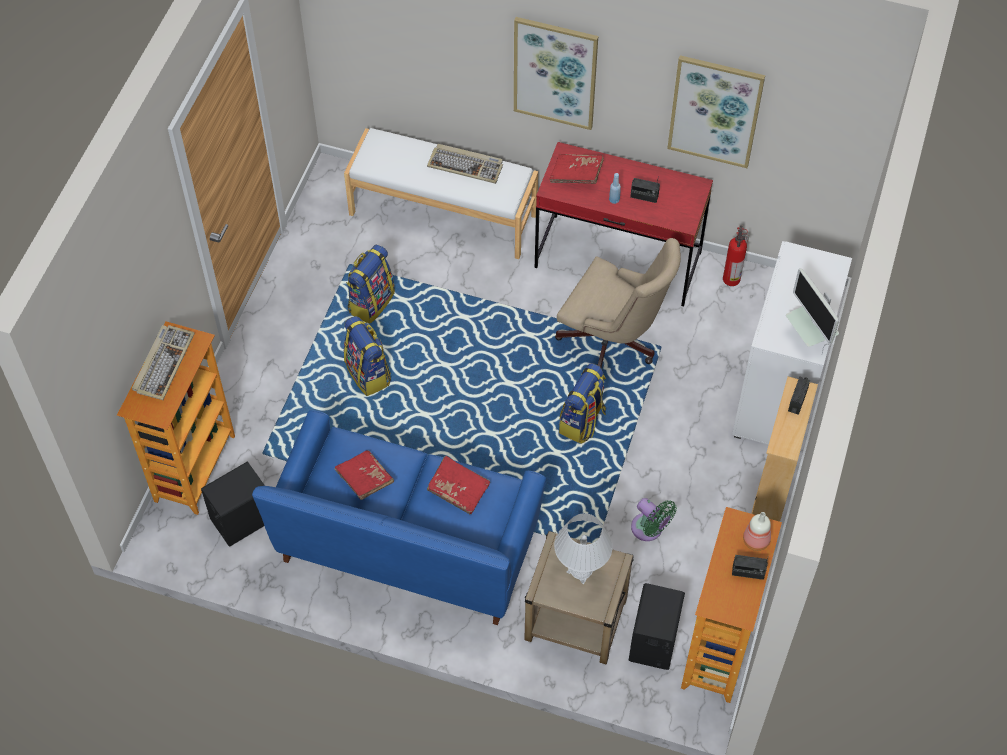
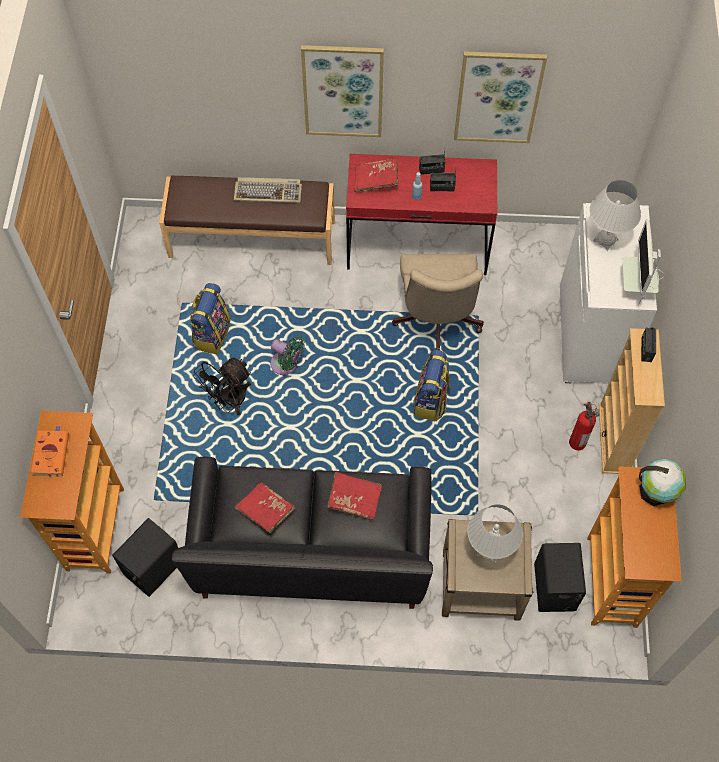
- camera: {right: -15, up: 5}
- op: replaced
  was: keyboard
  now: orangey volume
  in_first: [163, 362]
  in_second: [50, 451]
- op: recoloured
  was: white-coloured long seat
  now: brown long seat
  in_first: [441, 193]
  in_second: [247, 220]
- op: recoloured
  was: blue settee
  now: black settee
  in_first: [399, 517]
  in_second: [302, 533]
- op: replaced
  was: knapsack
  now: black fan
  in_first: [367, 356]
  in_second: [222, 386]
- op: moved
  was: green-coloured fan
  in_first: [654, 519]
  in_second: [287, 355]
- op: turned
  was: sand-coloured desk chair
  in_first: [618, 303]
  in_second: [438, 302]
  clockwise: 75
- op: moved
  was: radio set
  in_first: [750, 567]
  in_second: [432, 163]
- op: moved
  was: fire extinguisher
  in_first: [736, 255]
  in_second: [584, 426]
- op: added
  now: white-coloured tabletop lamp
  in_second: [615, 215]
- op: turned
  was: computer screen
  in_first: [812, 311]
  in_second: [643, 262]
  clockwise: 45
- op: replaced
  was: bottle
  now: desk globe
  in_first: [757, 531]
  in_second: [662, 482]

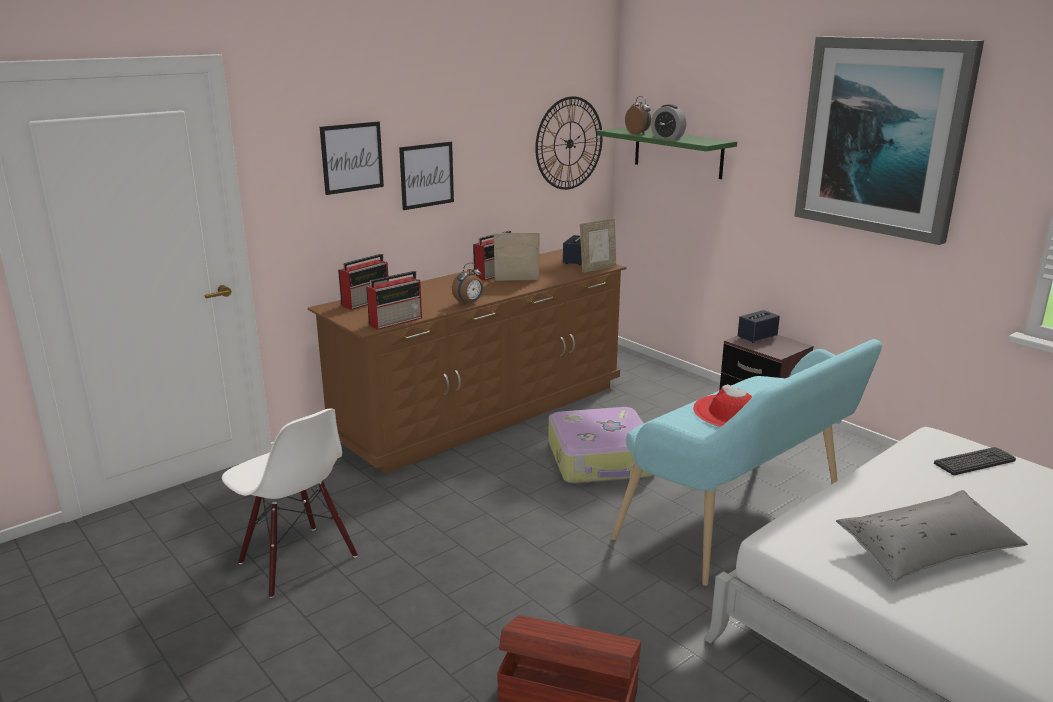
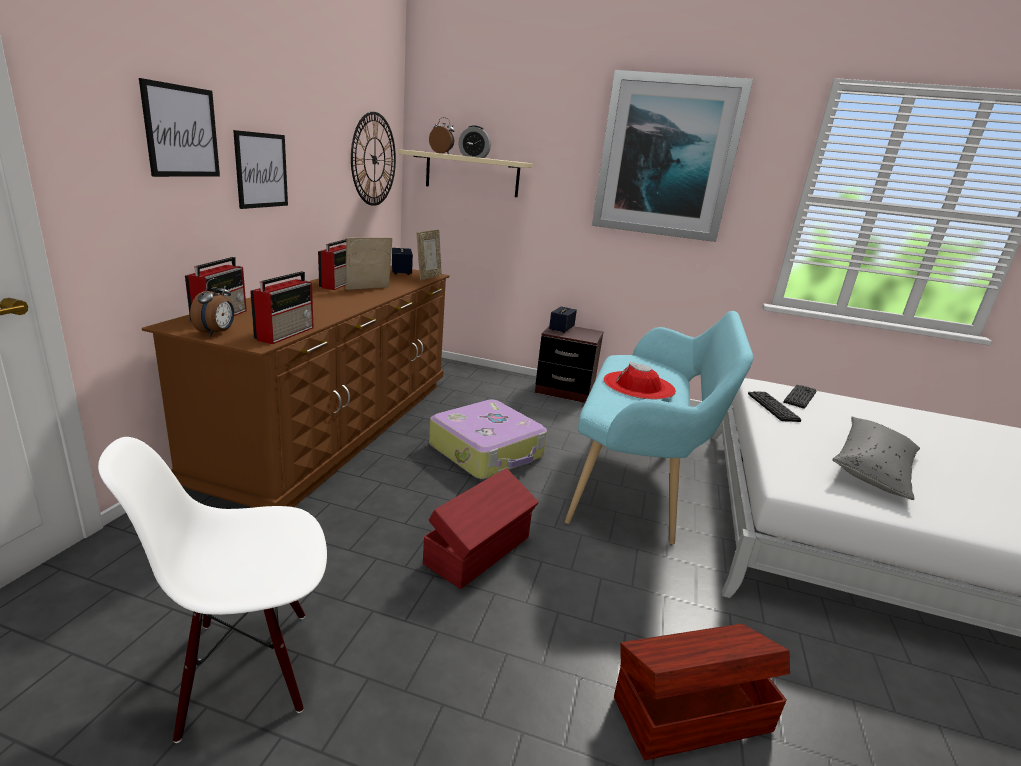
- camera: {right: -35, up: 0}
- op: turned
  was: white-coloured upright chair
  in_first: [290, 503]
  in_second: [212, 590]
  clockwise: 150
- op: moved
  was: alarm clock
  in_first: [467, 283]
  in_second: [212, 307]
- op: recoloured
  was: green-coloured shelf
  now: sand-coloured shelf
  in_first: [667, 153]
  in_second: [465, 173]
- op: added
  now: reddish storage container
  in_second: [481, 528]
- op: added
  now: keyboard
  in_second: [775, 406]

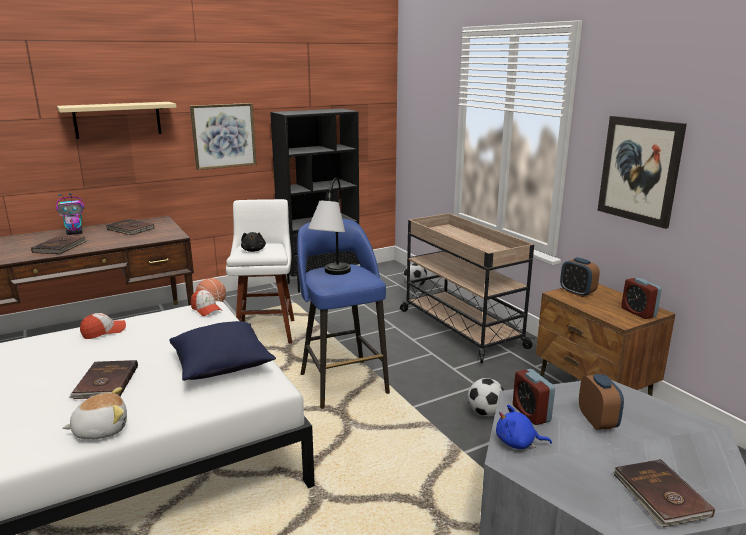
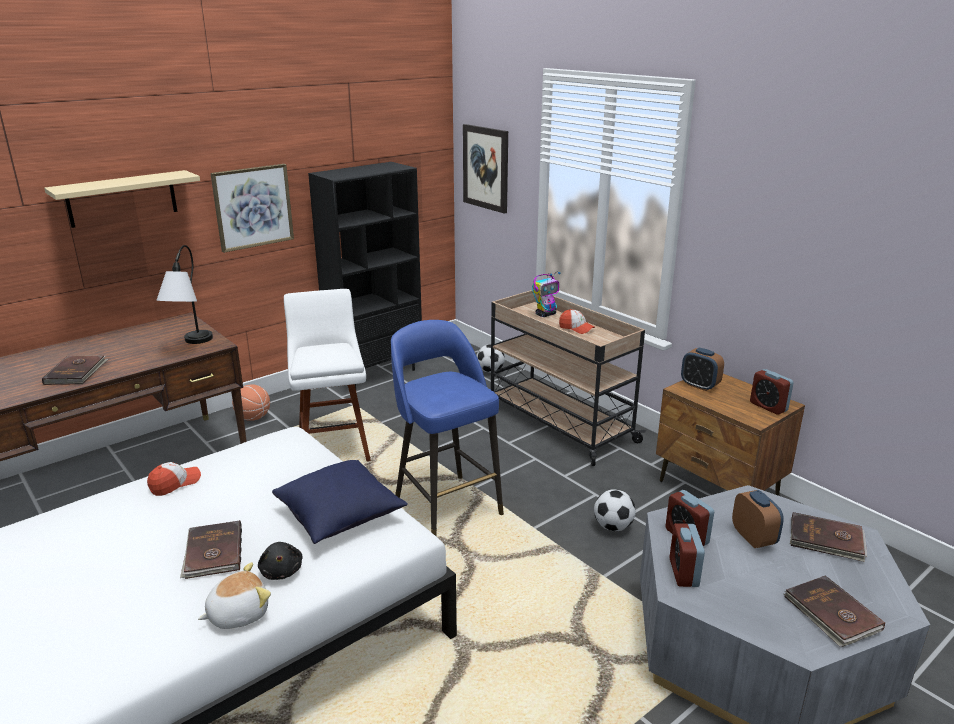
- camera: {right: -10, up: 5}
- op: moved
  was: tabletop lamp
  in_first: [329, 226]
  in_second: [184, 294]
- op: moved
  was: black cuddly toy
  in_first: [253, 242]
  in_second: [280, 561]
- op: moved
  was: picture
  in_first: [642, 172]
  in_second: [485, 169]
- op: moved
  was: toy robot
  in_first: [70, 214]
  in_second: [546, 294]
- op: moved
  was: baseball cap
  in_first: [206, 302]
  in_second: [577, 321]
- op: replaced
  was: blue cuddly toy
  now: alarm clock
  in_first: [524, 427]
  in_second: [687, 555]
- op: moved
  was: brown volume
  in_first: [130, 227]
  in_second: [828, 537]

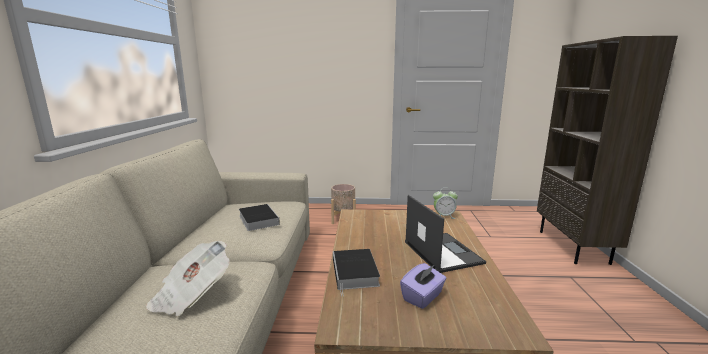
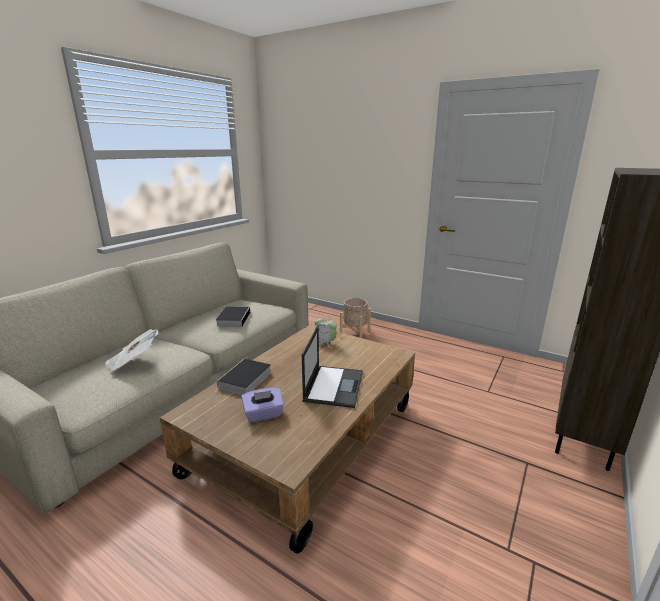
- camera: {right: 30, up: 5}
- op: moved
  was: alarm clock
  in_first: [445, 205]
  in_second: [325, 331]

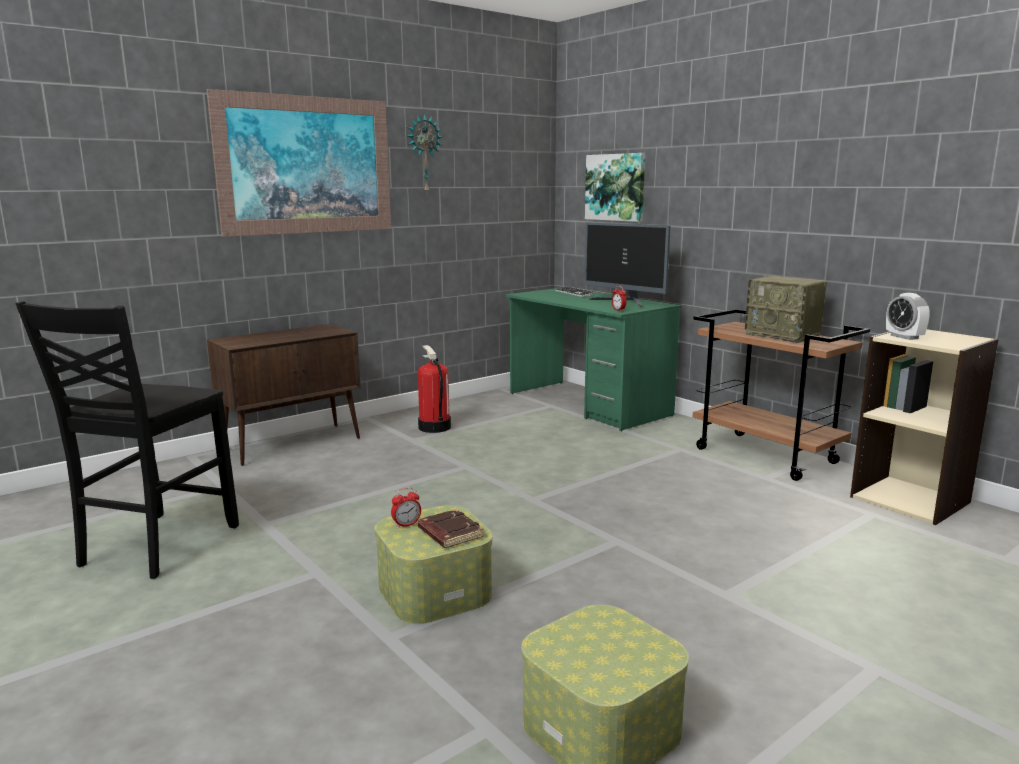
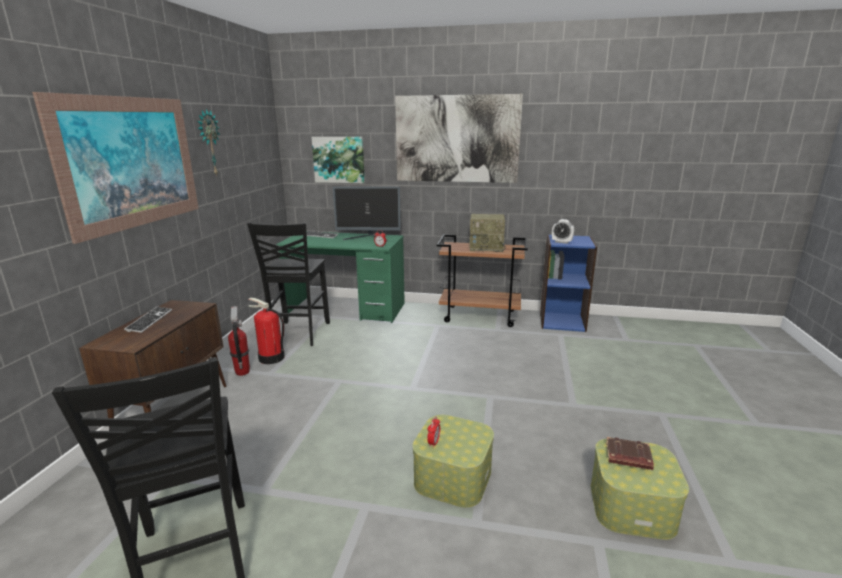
- camera: {right: -40, up: 5}
- op: added
  now: keyboard
  in_second: [148, 320]
- op: added
  now: fire extinguisher
  in_second: [239, 341]
- op: added
  now: black upright chair
  in_second: [288, 284]
- op: added
  now: picture
  in_second: [459, 138]
- op: recoloured
  was: sand-coloured bookshelf
  now: blue bookshelf
  in_first: [924, 427]
  in_second: [568, 283]
- op: moved
  was: brown volume
  in_first: [451, 528]
  in_second: [630, 453]

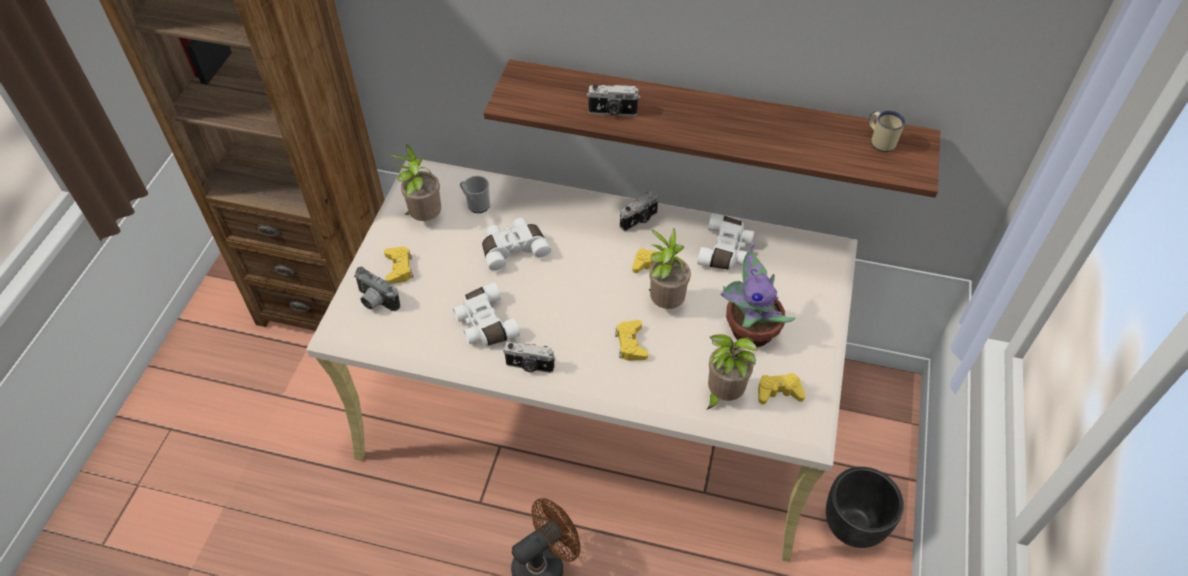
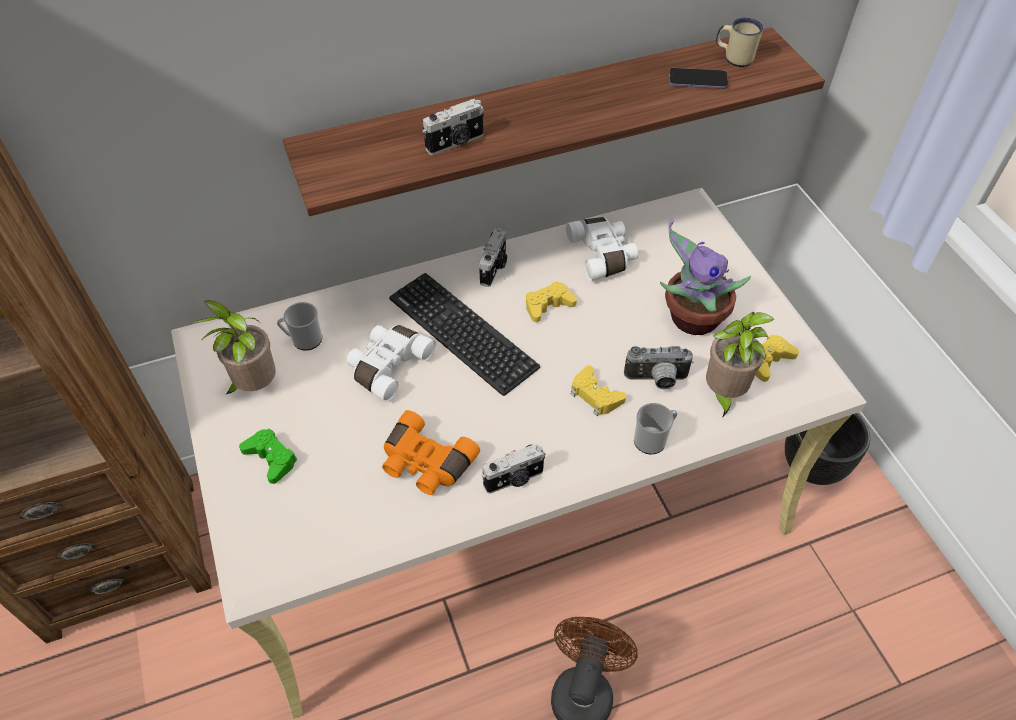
- camera: {right: -35, up: 0}
- op: recoloured
  was: yellowish game controller
  now: green-coloured game controller
  in_first: [398, 265]
  in_second: [268, 456]
- op: recoloured
  was: white-coloured binoculars
  now: orangey binoculars
  in_first: [486, 314]
  in_second: [431, 452]
- op: added
  now: keyboard
  in_second: [464, 334]
- op: moved
  was: photo camera
  in_first: [377, 289]
  in_second: [658, 367]
- op: added
  now: tea mug
  in_second: [656, 428]
- op: added
  now: handset
  in_second: [698, 78]
- op: removed
  was: plant in a pot
  in_first: [670, 269]

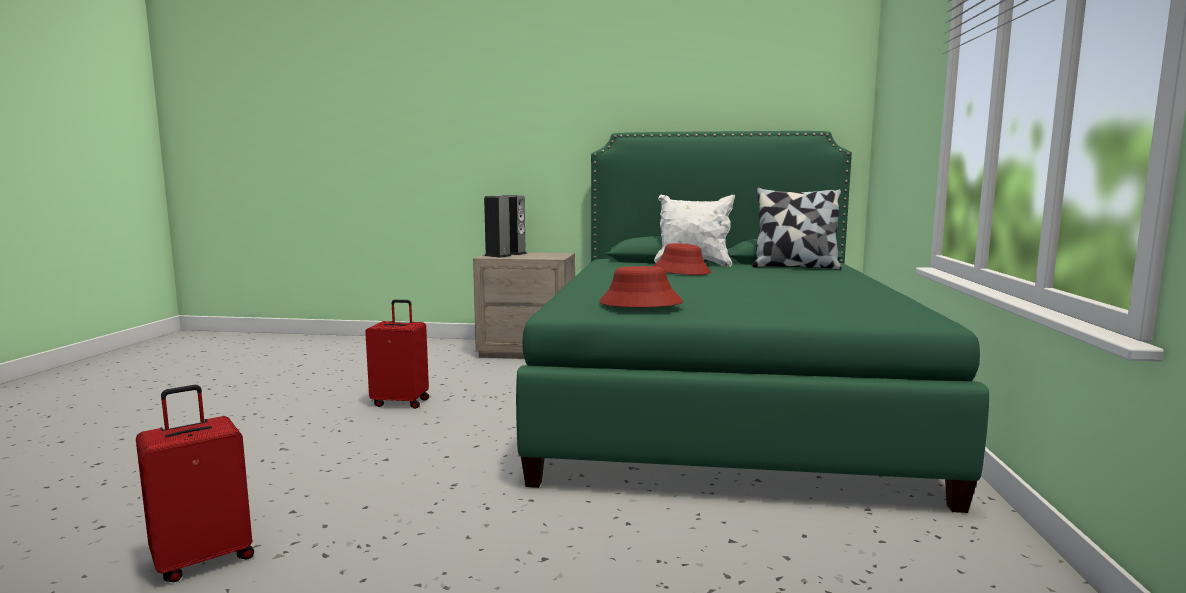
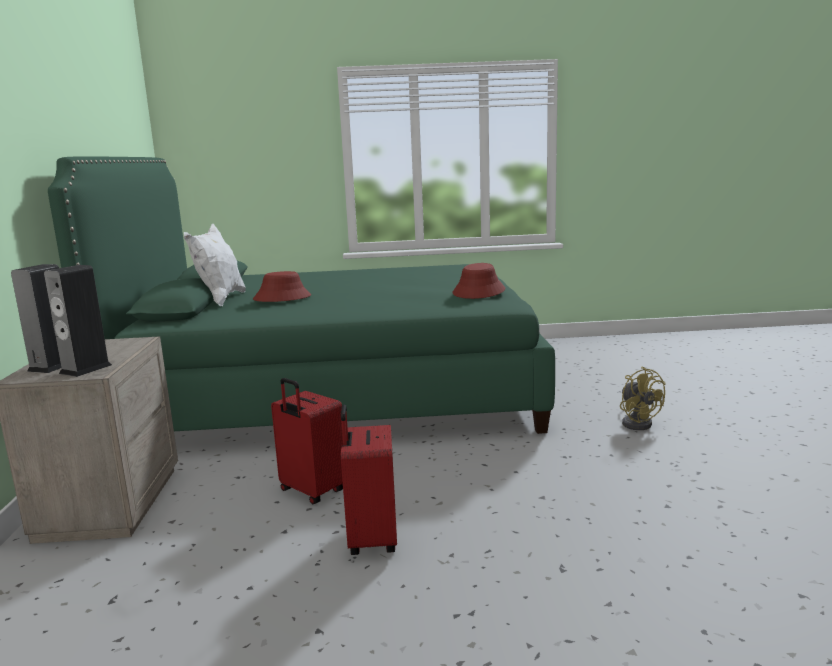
- camera: {right: -100, up: 5}
- op: moved
  was: reddish travel case
  in_first: [195, 483]
  in_second: [307, 441]
- op: added
  now: yellowish fan
  in_second: [643, 398]
- op: removed
  was: pillow
  in_first: [797, 229]

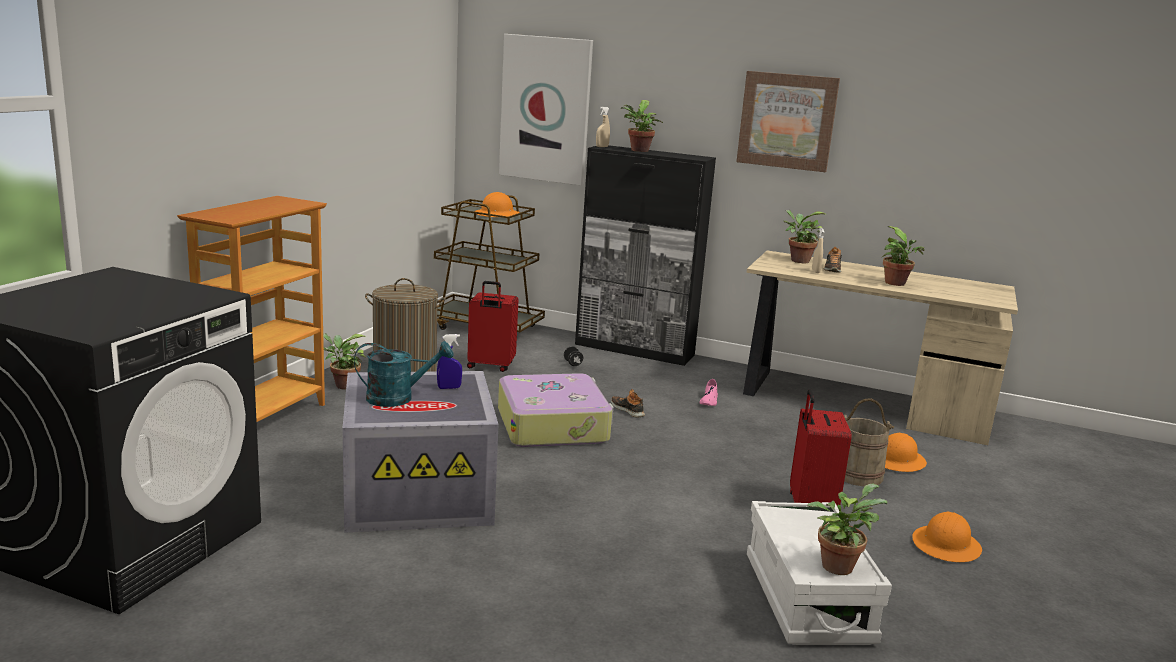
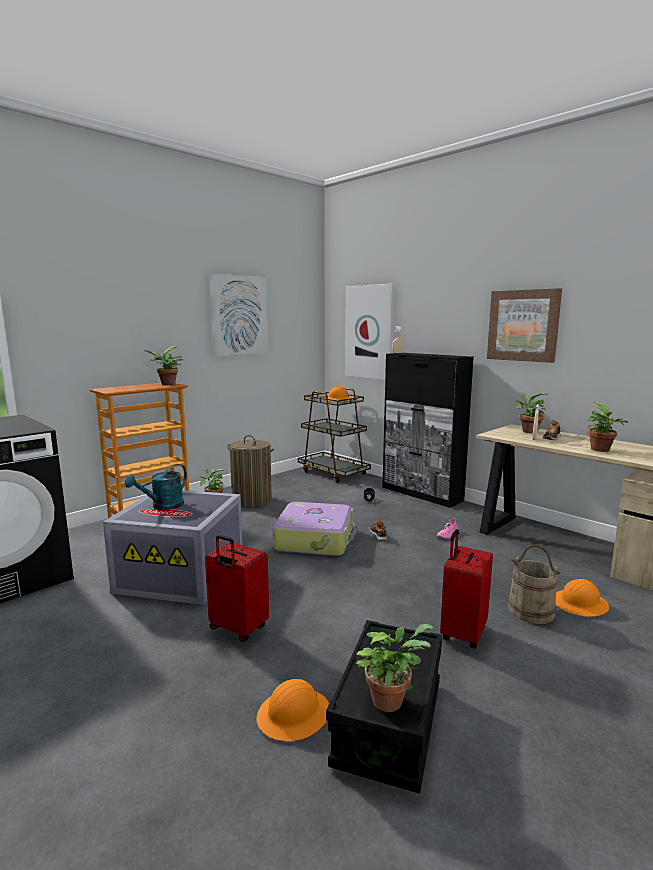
- camera: {right: 25, up: -5}
- op: turned
  was: turquoise watering can
  in_first: [404, 374]
  in_second: [156, 487]
  clockwise: 120
- op: moved
  was: plant in a pot
  in_first: [642, 126]
  in_second: [164, 366]
- op: moved
  was: reddish travel case
  in_first: [493, 326]
  in_second: [237, 588]
- op: added
  now: picture
  in_second: [238, 314]
- op: moved
  was: orangey hard hat
  in_first: [947, 536]
  in_second: [292, 710]
- op: recoloured
  was: white-coloured storage container
  now: black storage container
  in_first: [819, 573]
  in_second: [384, 707]
- op: removed
  was: blue hand sprayer
  in_first: [449, 361]

